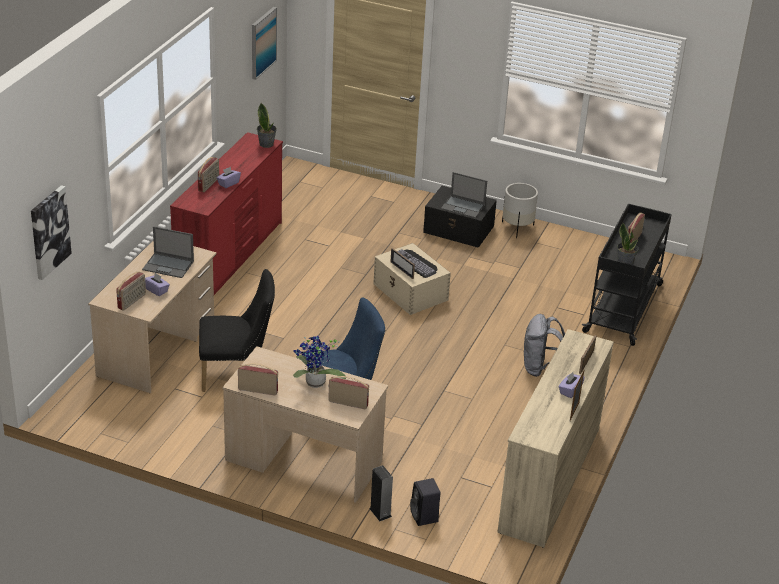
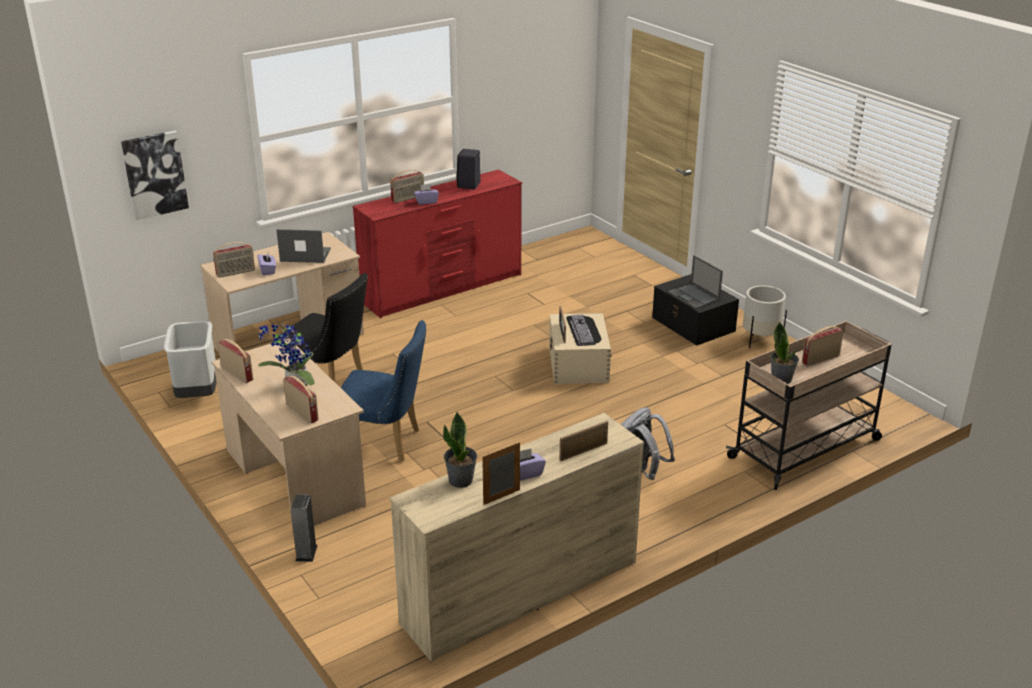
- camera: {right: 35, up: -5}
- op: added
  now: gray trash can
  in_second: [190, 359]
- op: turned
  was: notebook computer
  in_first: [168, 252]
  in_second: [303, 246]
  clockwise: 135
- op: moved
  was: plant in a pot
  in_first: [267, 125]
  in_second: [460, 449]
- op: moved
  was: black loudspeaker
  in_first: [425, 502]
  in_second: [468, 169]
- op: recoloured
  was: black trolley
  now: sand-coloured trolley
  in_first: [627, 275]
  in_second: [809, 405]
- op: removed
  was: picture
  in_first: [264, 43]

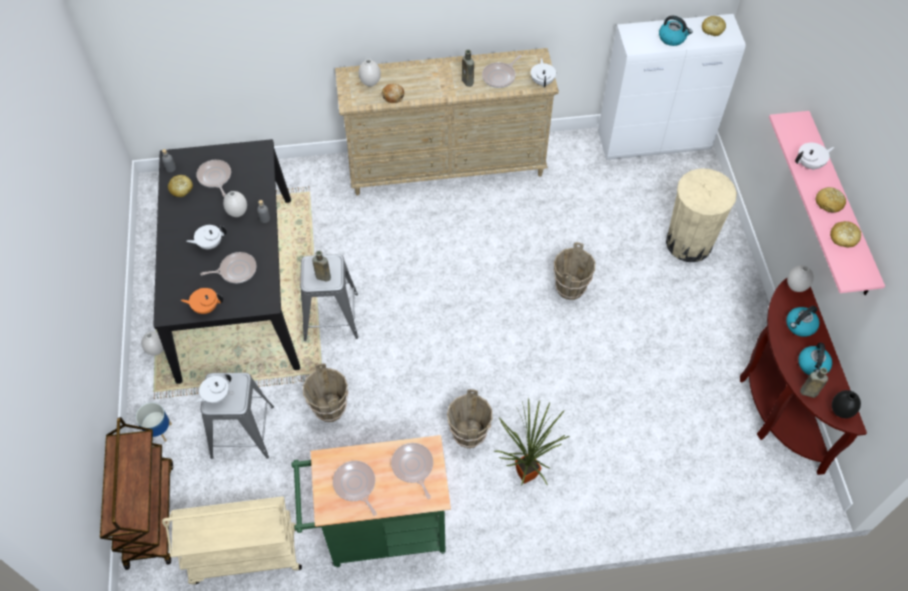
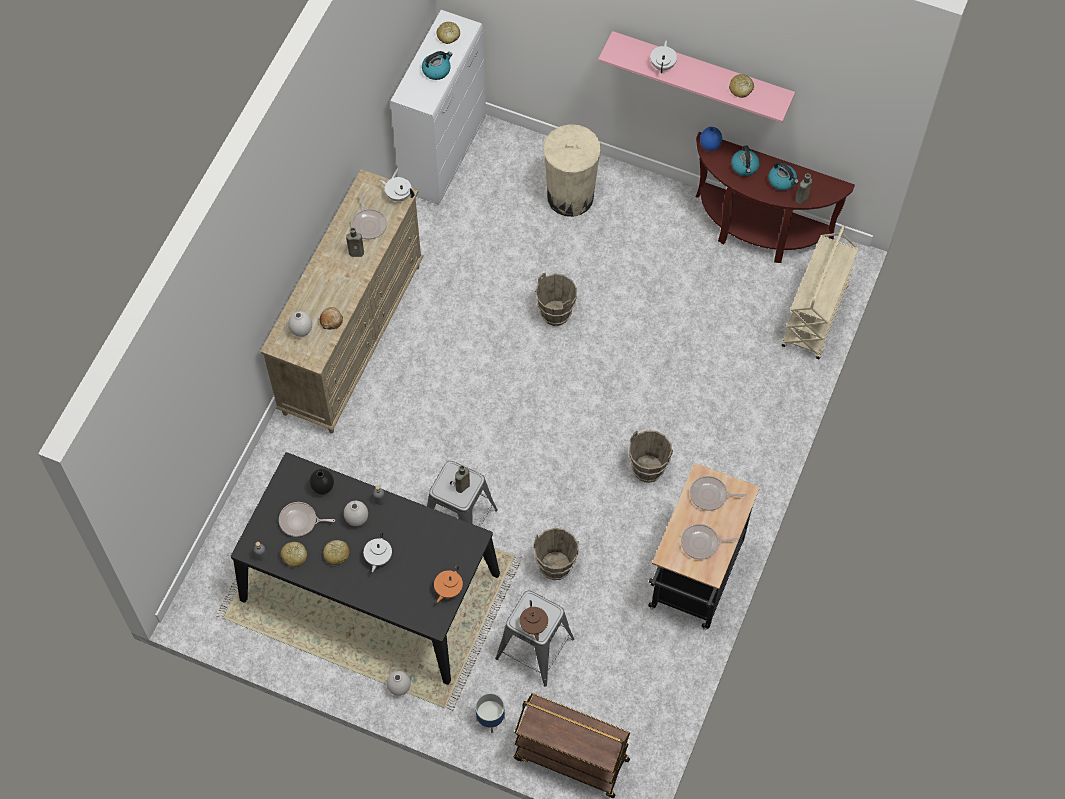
- camera: {right: -60, up: 5}
- op: moved
  was: black flower vase
  in_first: [846, 404]
  in_second: [322, 481]
- op: moved
  was: bread
  in_first: [831, 200]
  in_second: [336, 552]
- op: recoloured
  was: white-coloured tea pot
  now: brown tea pot
  in_first: [212, 389]
  in_second: [534, 620]
- op: recoloured
  was: green-coloured trolley
  now: black trolley
  in_first: [371, 501]
  in_second: [704, 547]
- op: recoloured
  was: white-coloured flower vase
  now: blue flower vase
  in_first: [800, 278]
  in_second: [711, 139]
- op: moved
  was: sand-coloured trolley
  in_first: [232, 540]
  in_second: [820, 292]
- op: removed
  was: pan
  in_first: [228, 267]
- op: removed
  was: plant in a pot
  in_first: [531, 442]

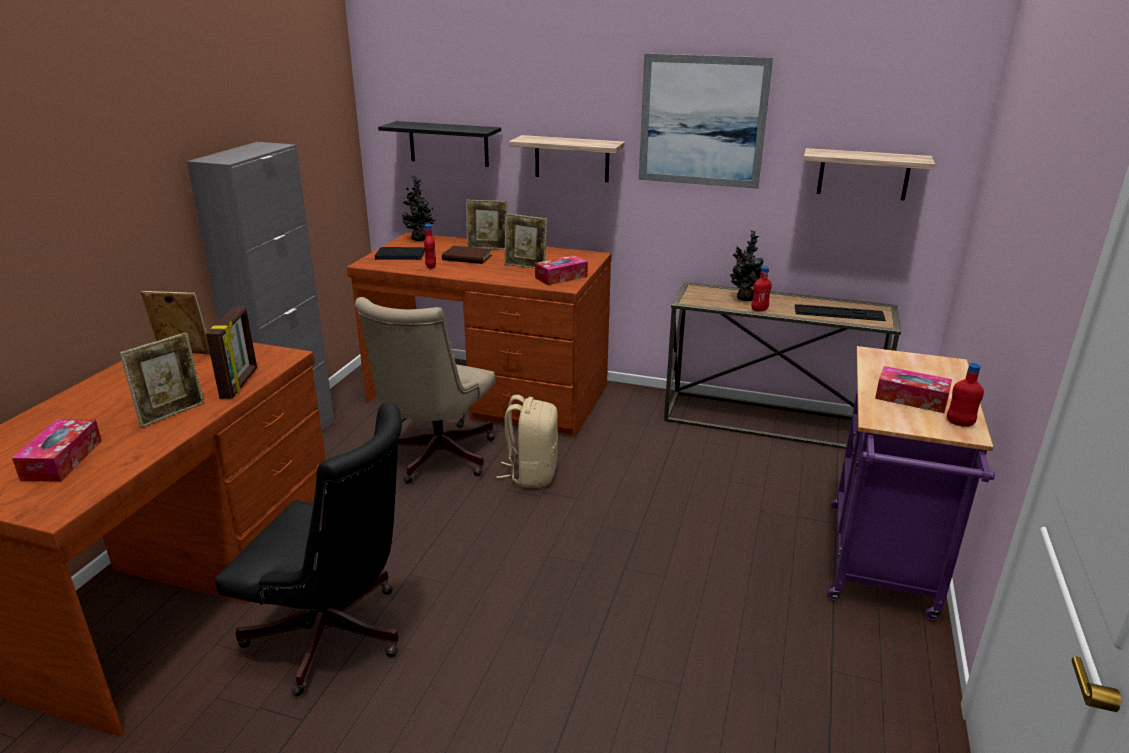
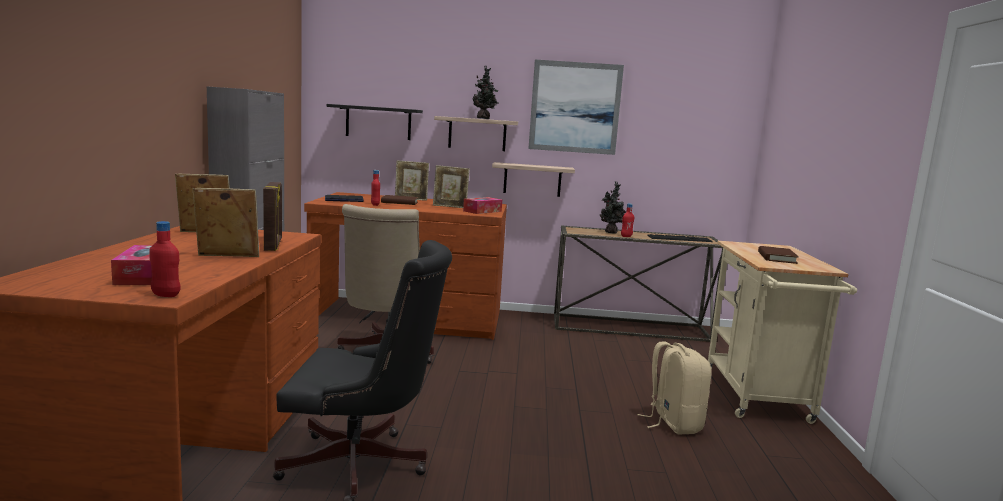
- camera: {right: -15, up: -15}
- op: moved
  was: reddish bottle
  in_first: [965, 395]
  in_second: [164, 259]
- op: turned
  was: photo frame
  in_first: [162, 380]
  in_second: [226, 222]
  clockwise: -120
- op: moved
  was: plant in a pot
  in_first: [419, 208]
  in_second: [486, 92]
- op: moved
  was: shelf
  in_first: [869, 174]
  in_second: [533, 179]
- op: moved
  was: sand-coloured knapsack
  in_first: [527, 441]
  in_second: [674, 388]
- op: recoloured
  was: purple trolley
  now: sand-coloured trolley
  in_first: [911, 483]
  in_second: [782, 332]
- op: replaced
  was: tissue box
  now: brown volume
  in_first: [913, 389]
  in_second: [778, 255]

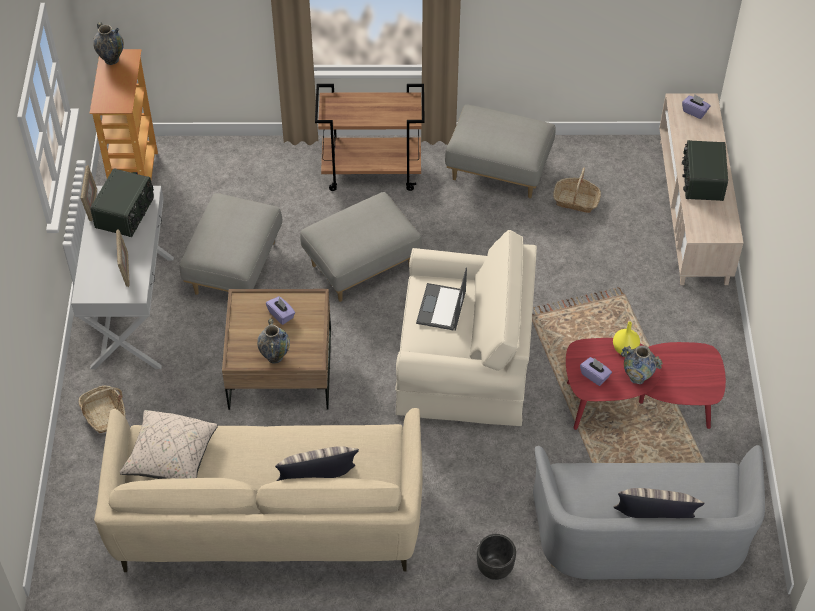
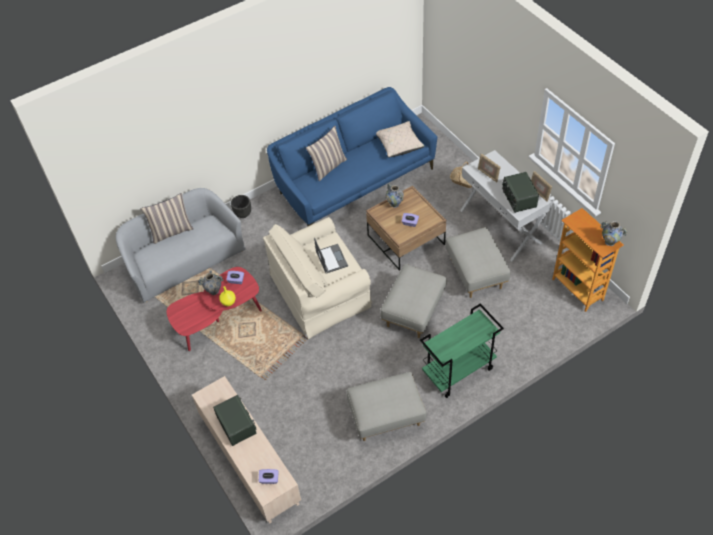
- camera: {right: 150, up: 0}
- op: recoloured
  was: sand-coloured settee
  now: blue settee
  in_first: [258, 490]
  in_second: [352, 156]
- op: recoloured
  was: brown trolley
  now: green-coloured trolley
  in_first: [370, 137]
  in_second: [462, 350]
- op: removed
  was: storage basket
  in_first: [577, 190]

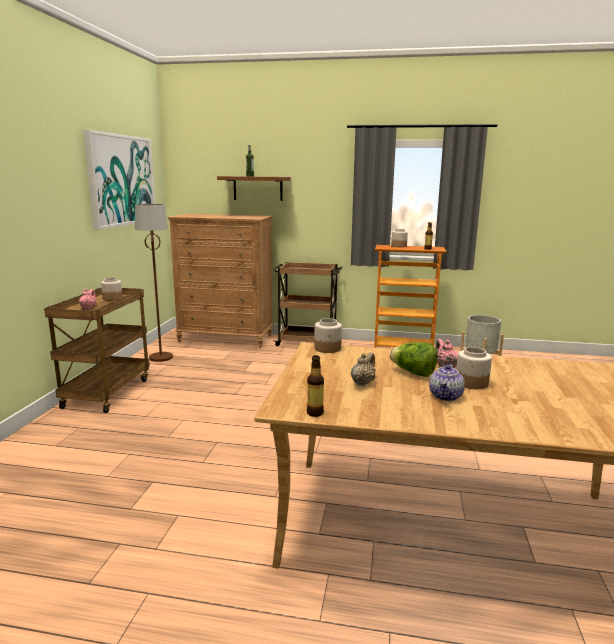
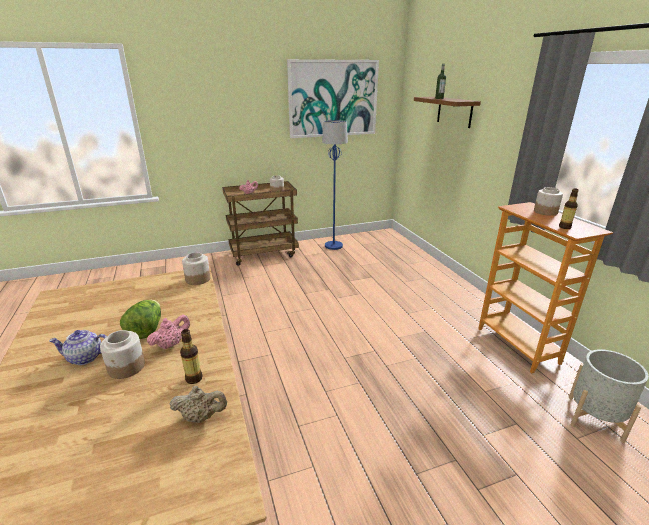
- camera: {right: 60, up: 10}
- op: moved
  was: sand-coloured tea pot
  in_first: [363, 369]
  in_second: [198, 404]
- op: moved
  was: bottle
  in_first: [315, 386]
  in_second: [191, 356]
- op: recoloured
  was: brown floor lamp
  now: blue floor lamp
  in_first: [154, 283]
  in_second: [335, 185]
- op: removed
  was: brown chest of drawers
  in_first: [220, 281]
- op: removed
  was: brown trolley
  in_first: [308, 304]

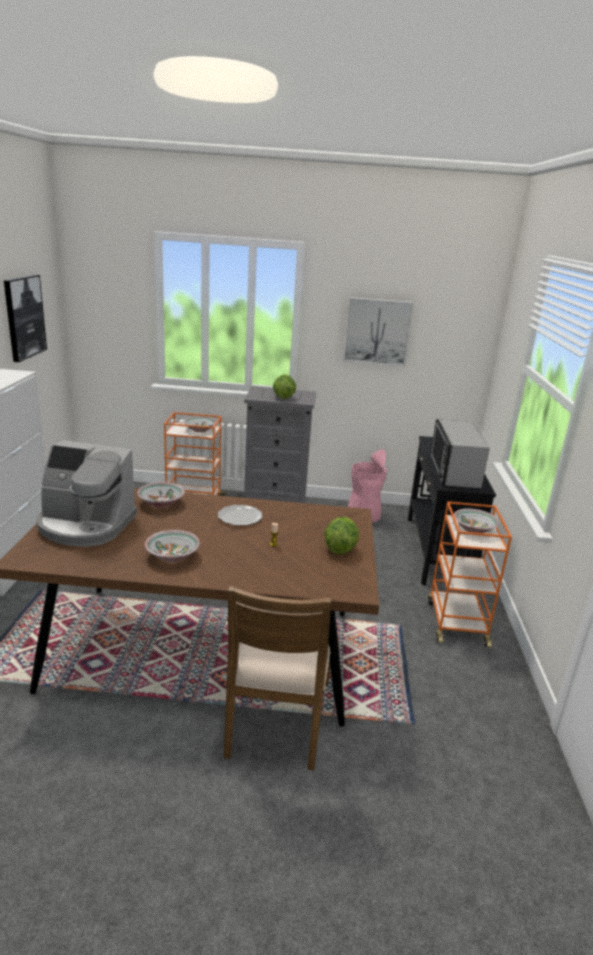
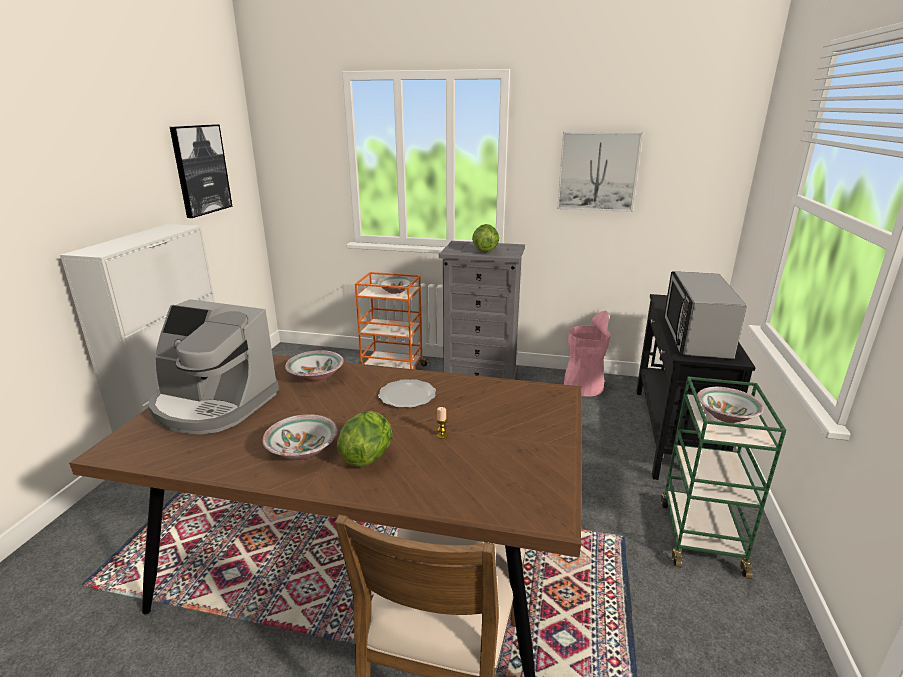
- camera: {right: 10, up: 0}
- op: moved
  was: head of lettuce
  in_first: [341, 536]
  in_second: [365, 439]
- op: recoloured
  was: orangey trolley
  now: green-coloured trolley
  in_first: [470, 574]
  in_second: [723, 477]

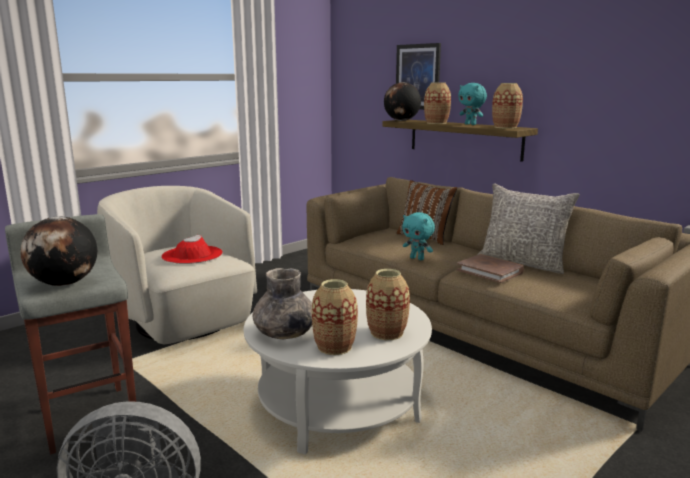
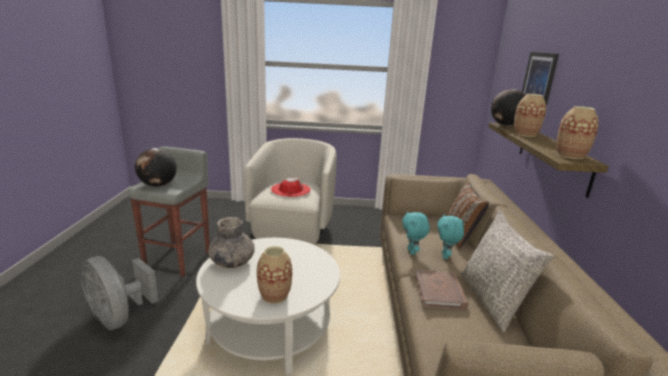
- camera: {right: 45, up: 5}
- op: moved
  was: turquoise cuddly toy
  in_first: [472, 104]
  in_second: [450, 236]
- op: removed
  was: flower vase
  in_first: [335, 317]

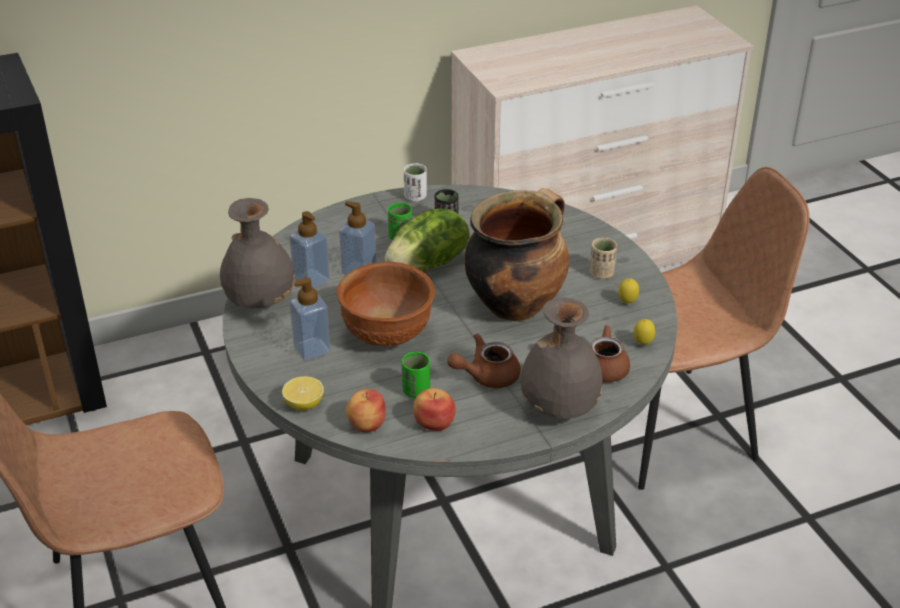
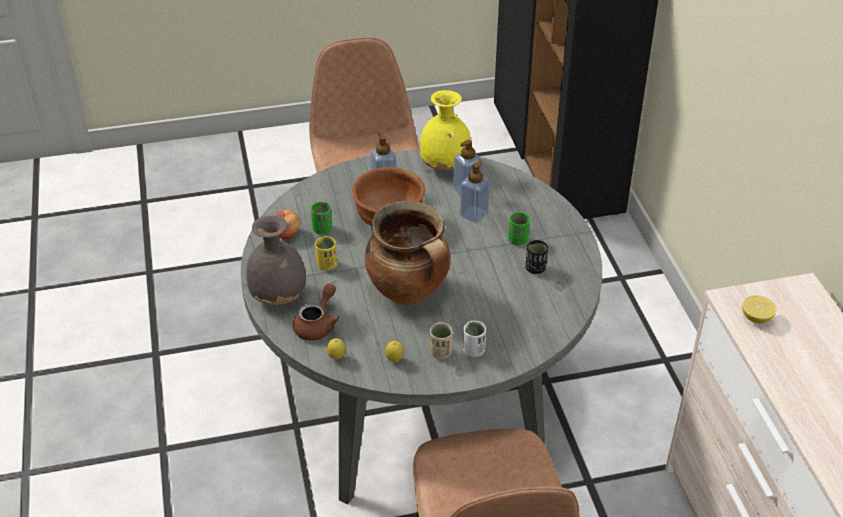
- camera: {right: 100, up: 5}
- op: replaced
  was: brown tea pot
  now: yellowish cup
  in_first: [484, 360]
  in_second: [326, 253]
- op: recoloured
  was: gray flower vase
  now: yellowish flower vase
  in_first: [257, 253]
  in_second: [445, 130]
- op: moved
  was: white-coloured cup
  in_first: [415, 182]
  in_second: [474, 339]
- op: moved
  was: whole lemon
  in_first: [303, 393]
  in_second: [759, 309]
- op: removed
  was: whole apple
  in_first: [366, 410]
- op: removed
  was: head of lettuce
  in_first: [427, 239]

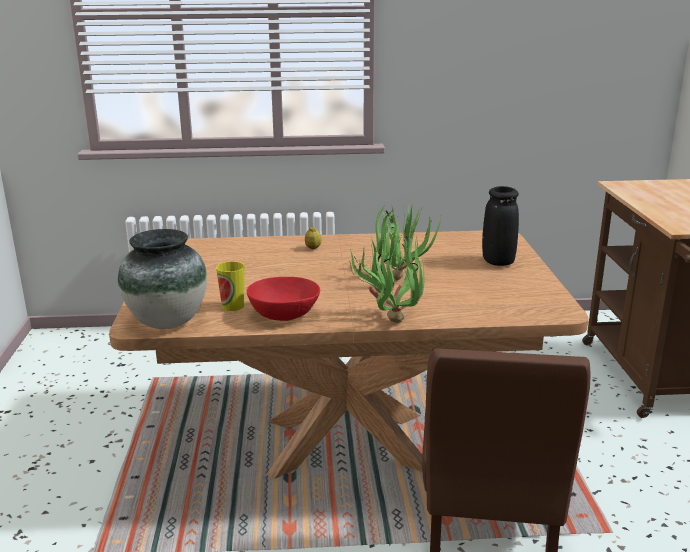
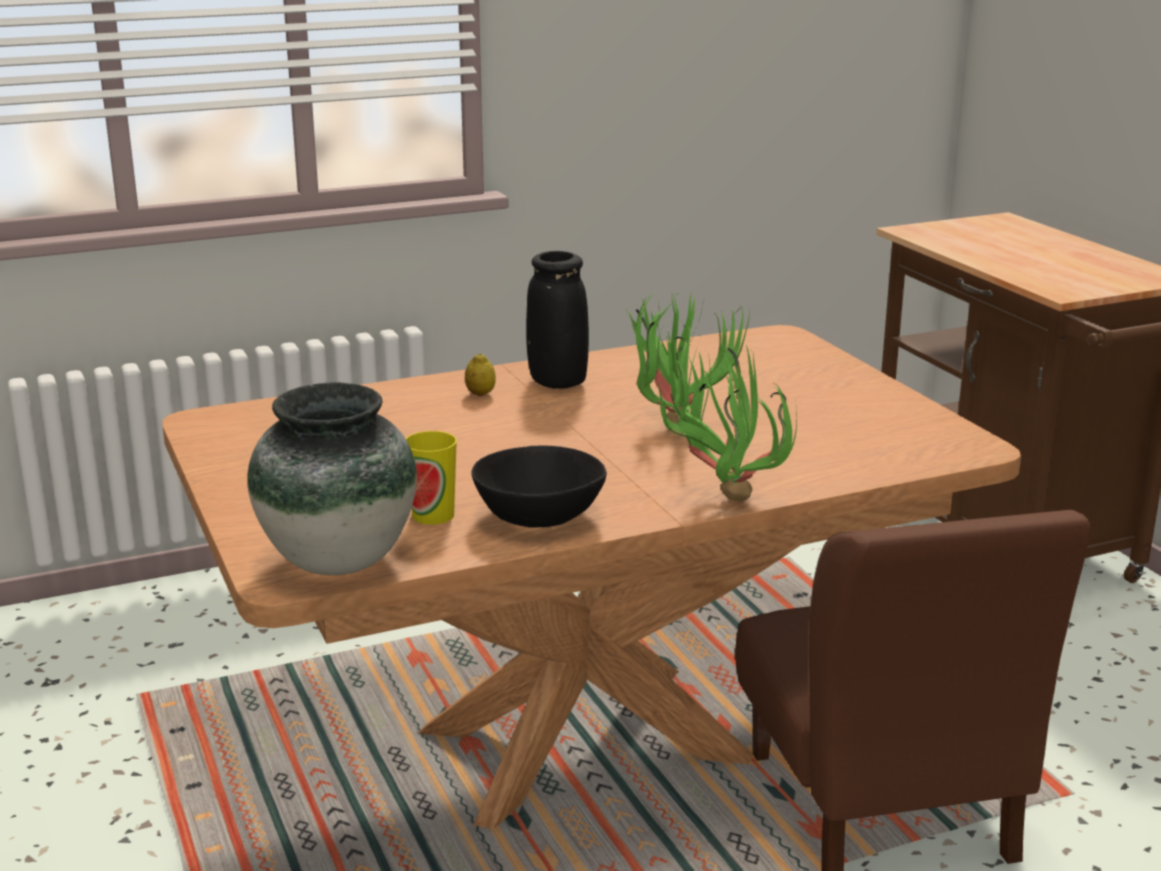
- camera: {right: -20, up: 0}
- op: recoloured
  was: reddish deep dish
  now: black deep dish
  in_first: [283, 299]
  in_second: [539, 487]
- op: moved
  was: black flower vase
  in_first: [500, 226]
  in_second: [557, 320]

